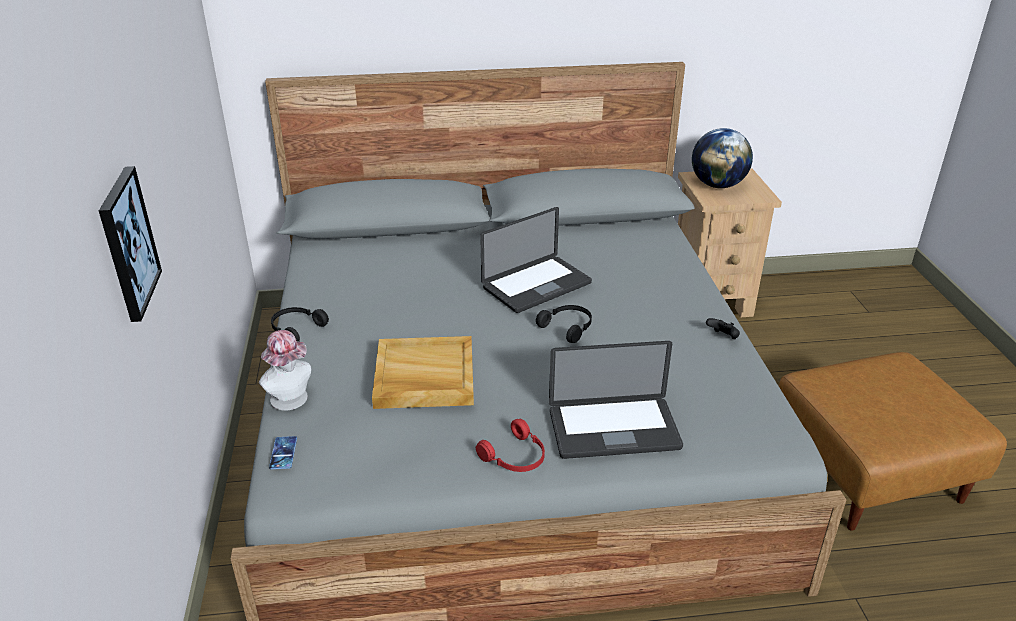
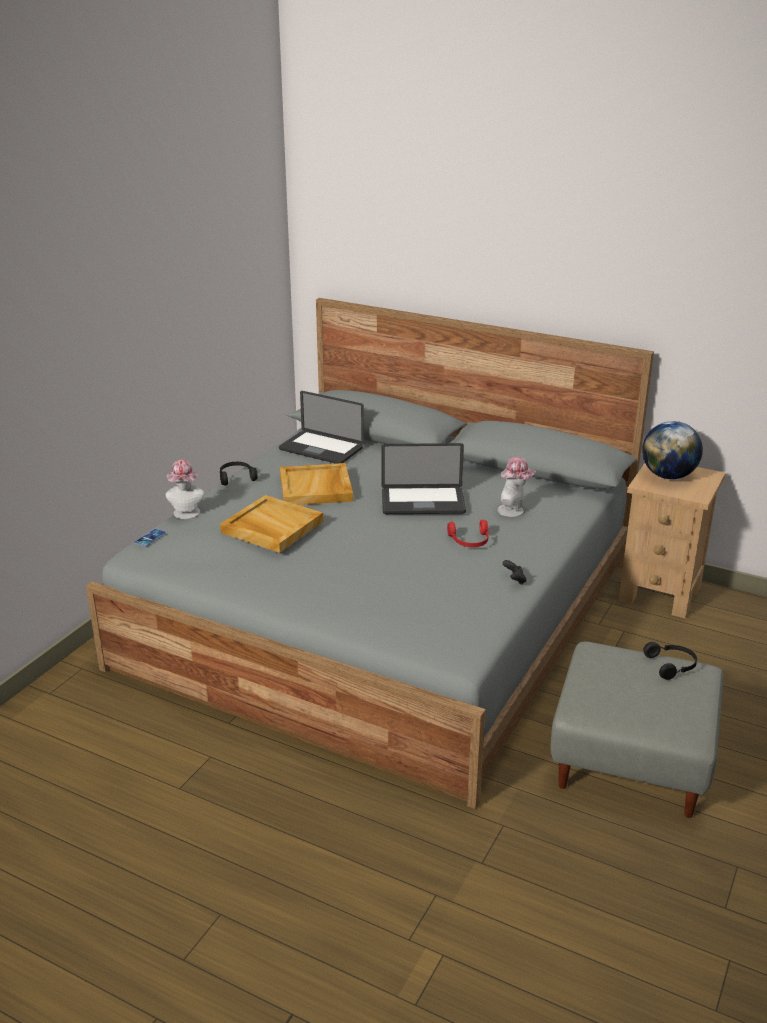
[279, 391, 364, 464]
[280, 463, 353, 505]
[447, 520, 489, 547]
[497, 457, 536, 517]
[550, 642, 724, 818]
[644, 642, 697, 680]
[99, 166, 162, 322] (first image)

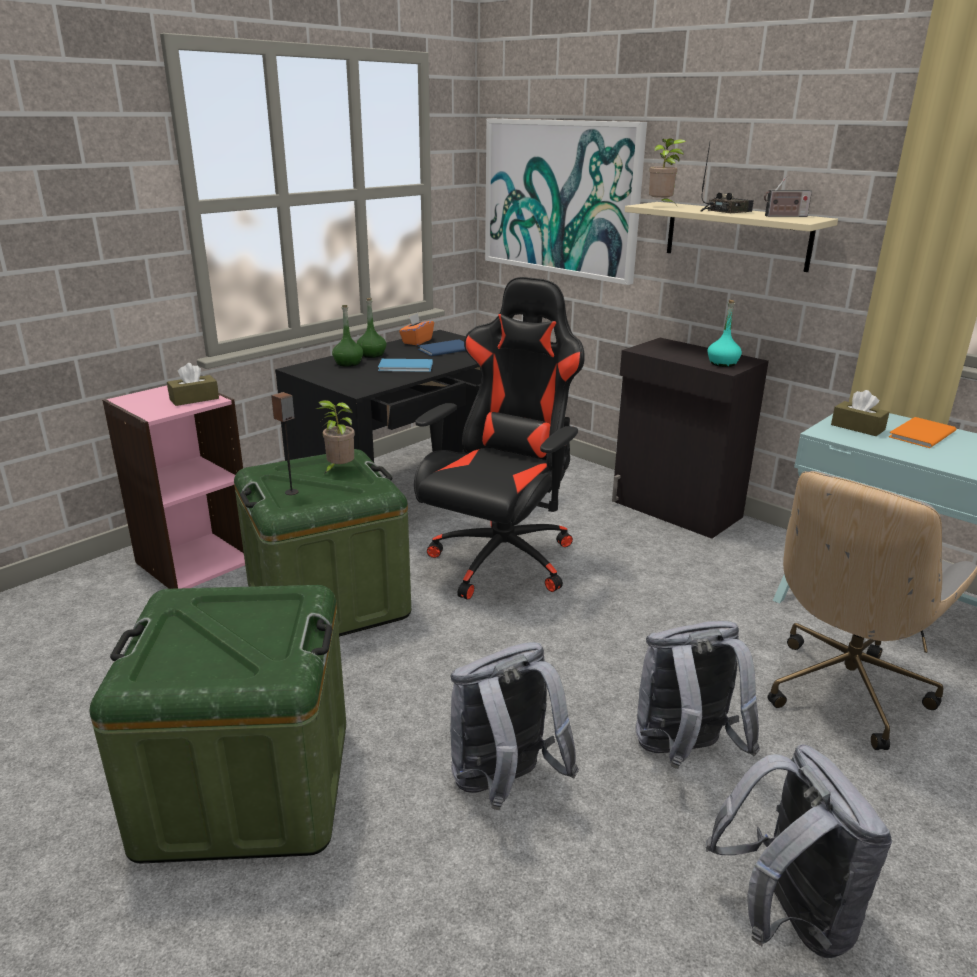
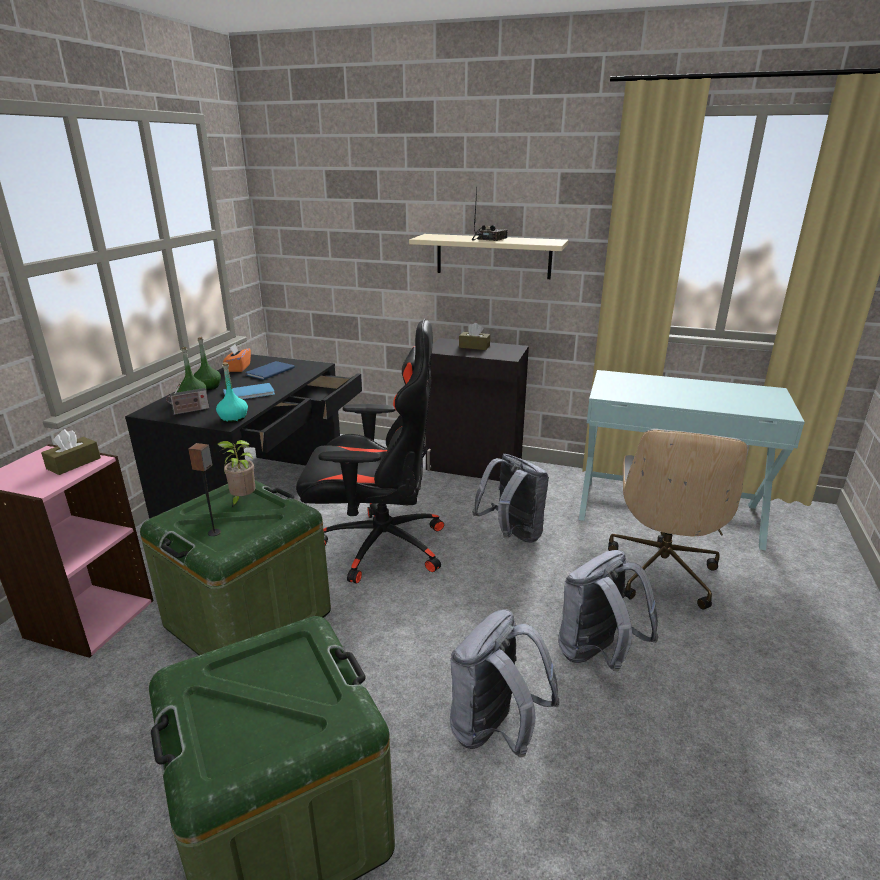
[166, 382, 209, 415]
[216, 362, 248, 423]
[296, 319, 444, 584]
[459, 323, 490, 350]
[472, 454, 549, 543]
[485, 119, 647, 285] (first image)
[649, 138, 686, 206] (first image)
[889, 417, 957, 448] (first image)

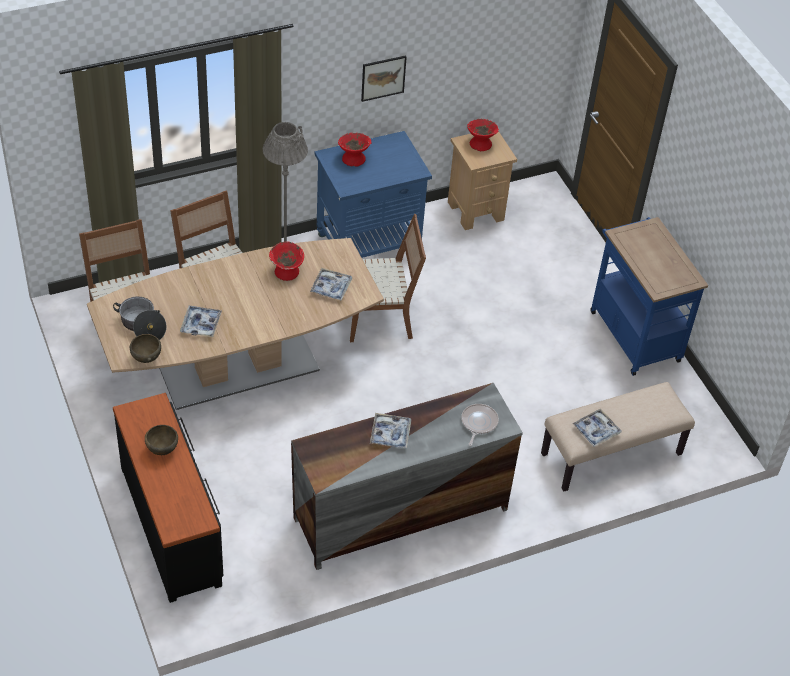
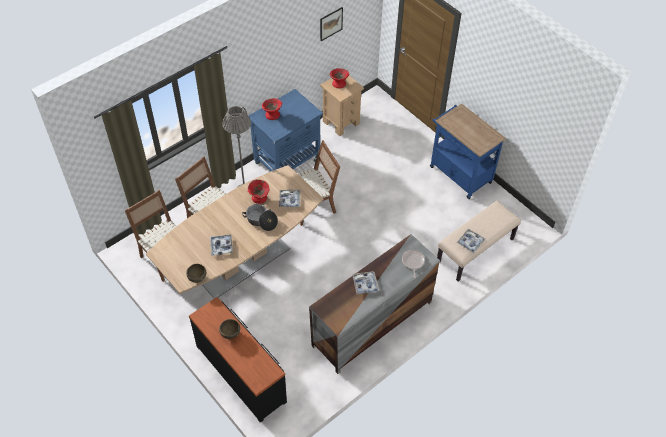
[242, 204, 278, 231]
[320, 7, 343, 41]

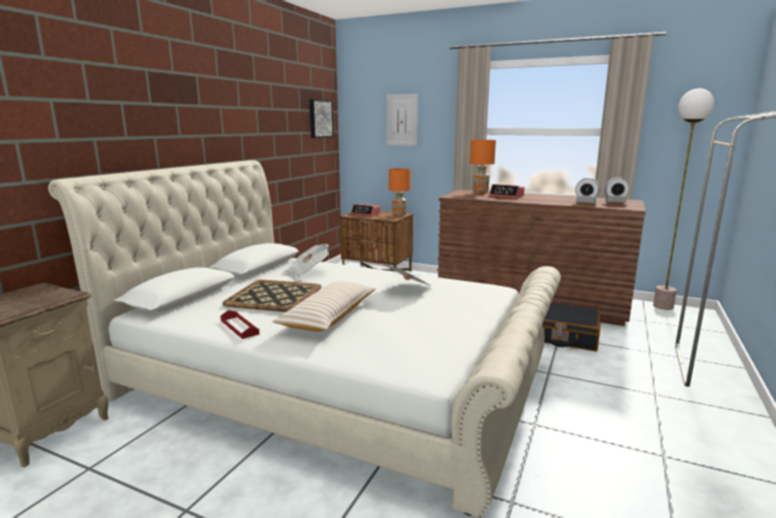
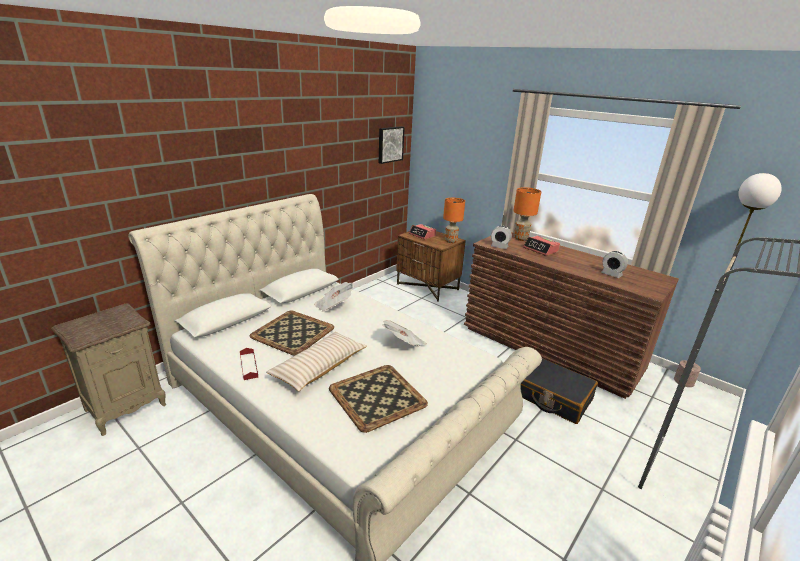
[329, 365, 428, 433]
[491, 226, 512, 249]
[386, 94, 418, 146] (first image)

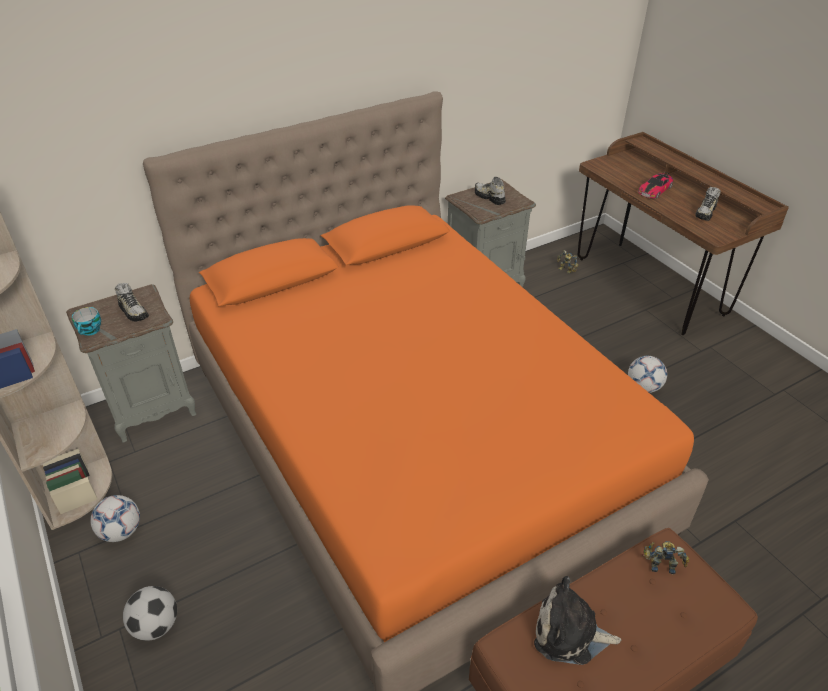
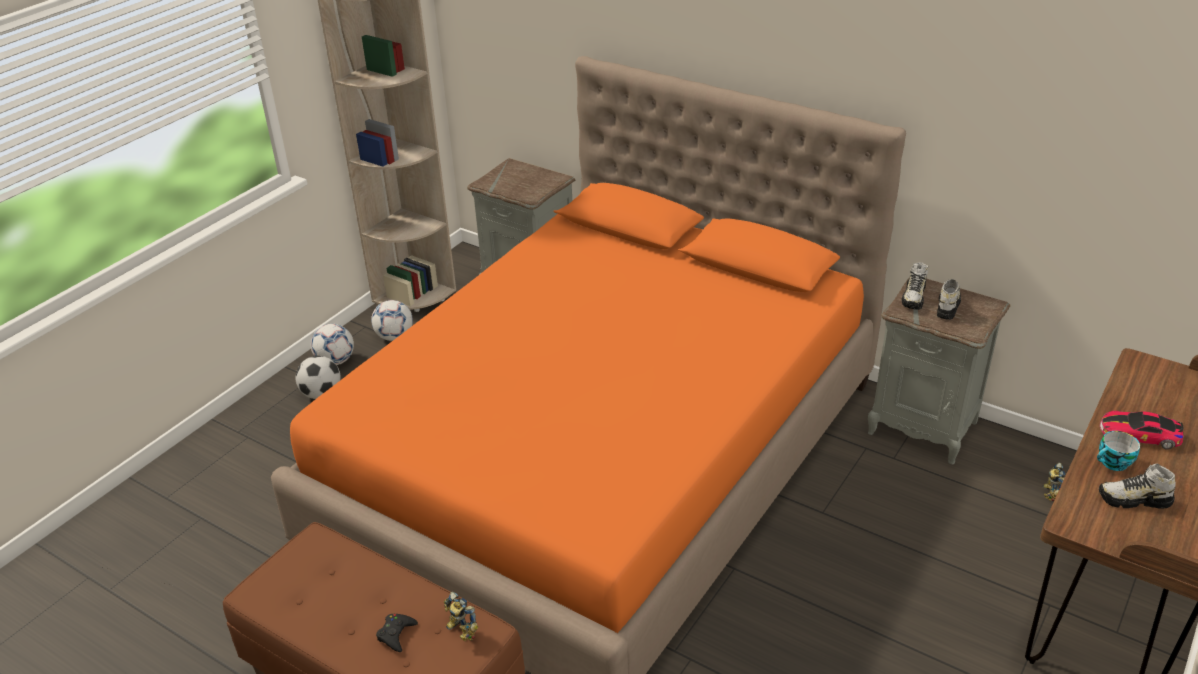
[311, 324, 354, 365]
[376, 614, 418, 652]
[444, 592, 478, 641]
[902, 262, 929, 310]
[1097, 431, 1140, 471]
[534, 576, 621, 665] (first image)

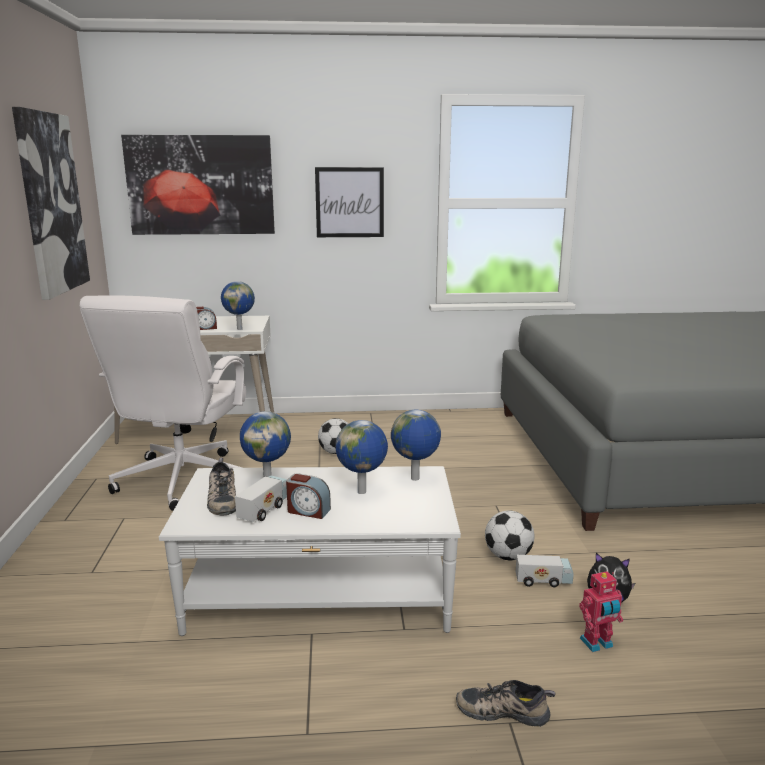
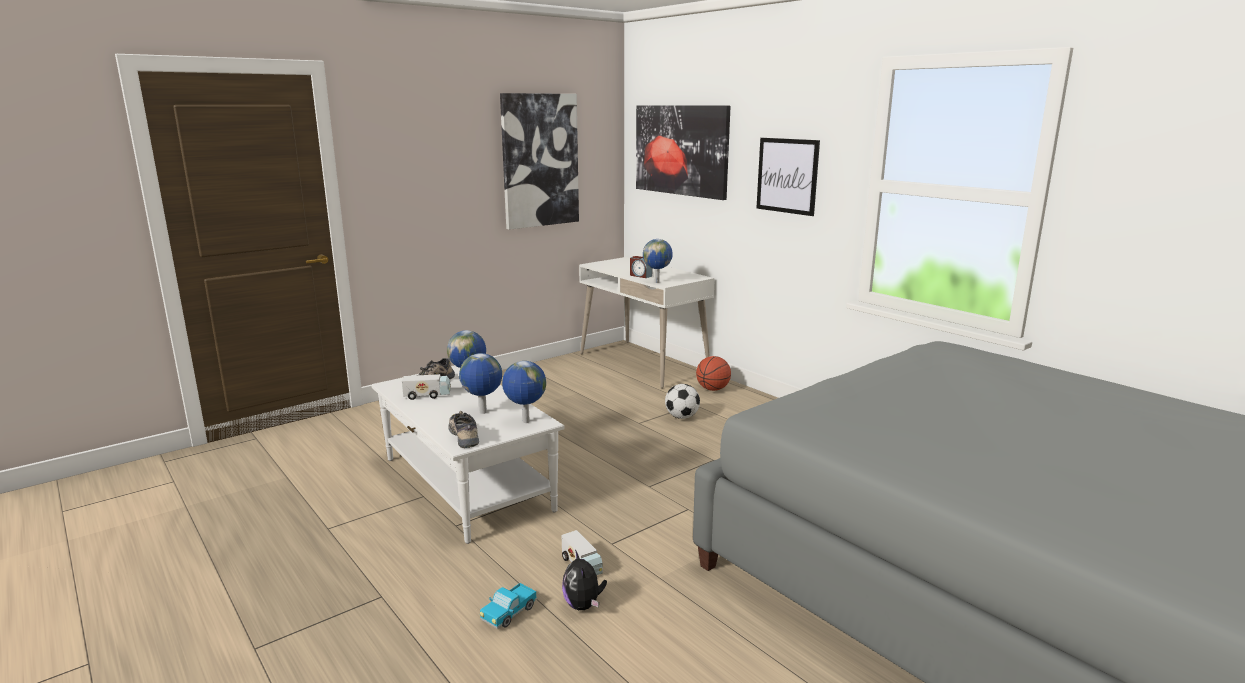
[448, 411, 479, 448]
[480, 583, 537, 629]
[696, 356, 731, 391]
[80, 296, 246, 511] (first image)
[286, 474, 331, 519] (first image)
[485, 511, 534, 561] (first image)

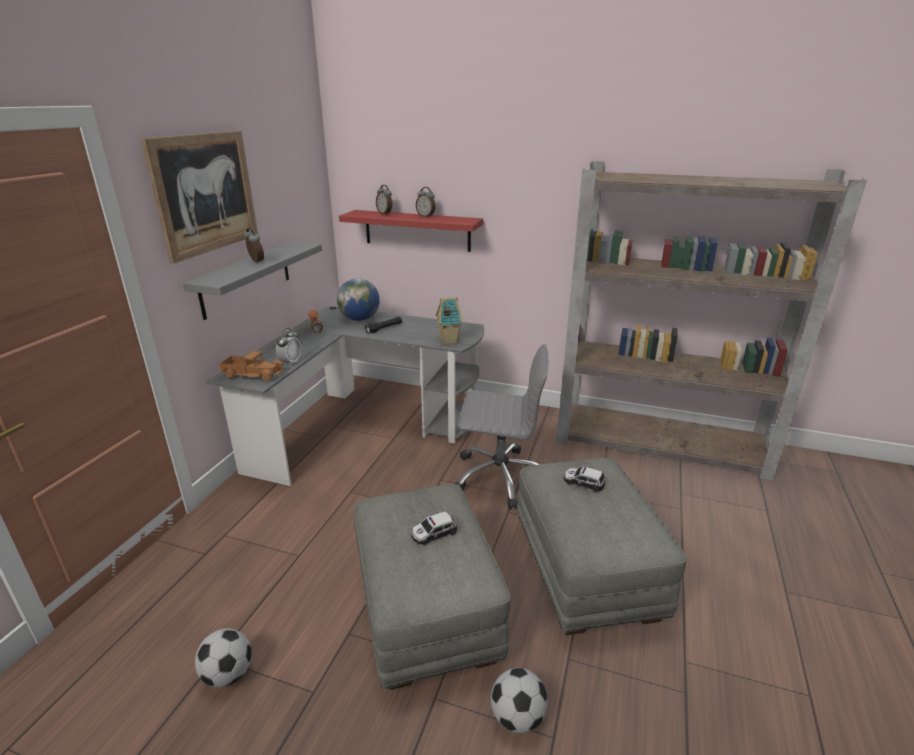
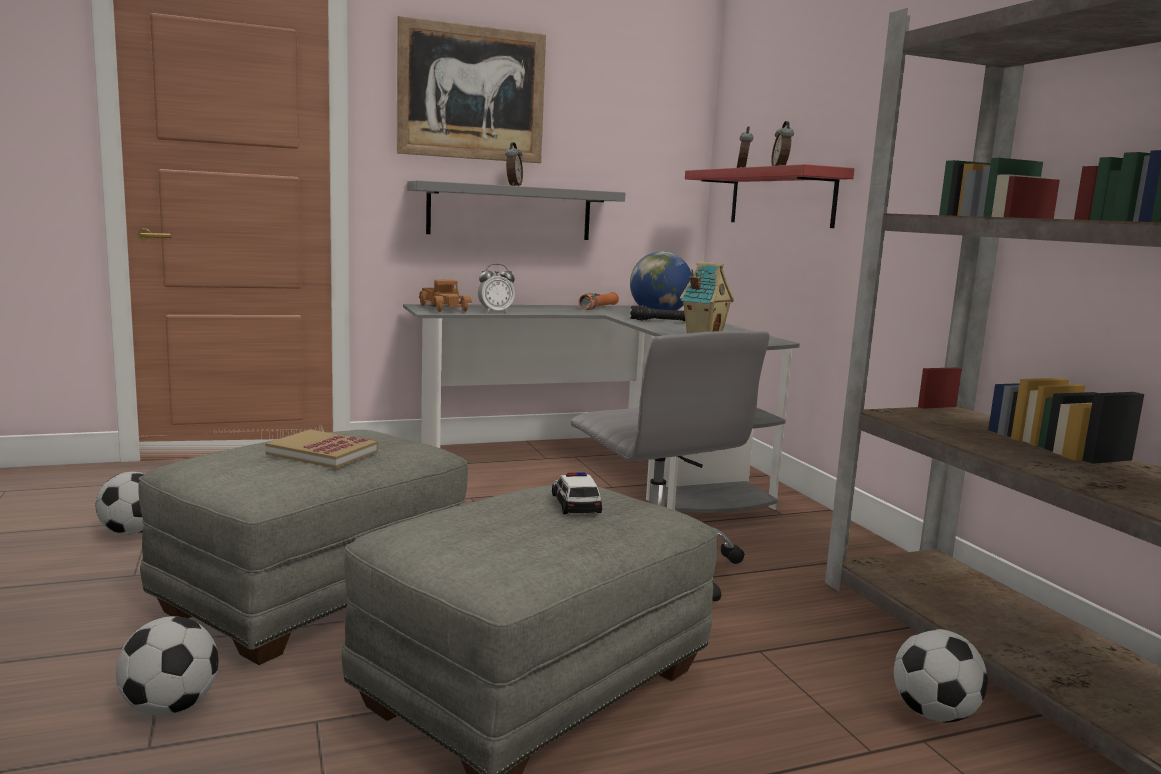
[265, 429, 378, 468]
[894, 629, 988, 723]

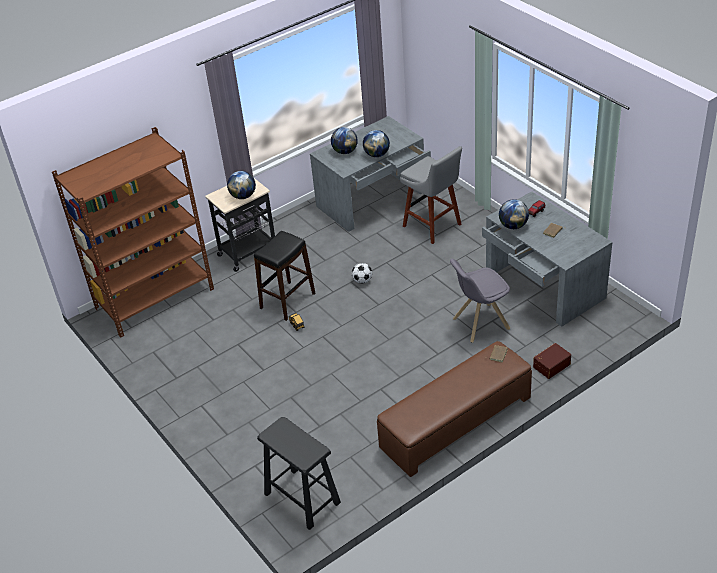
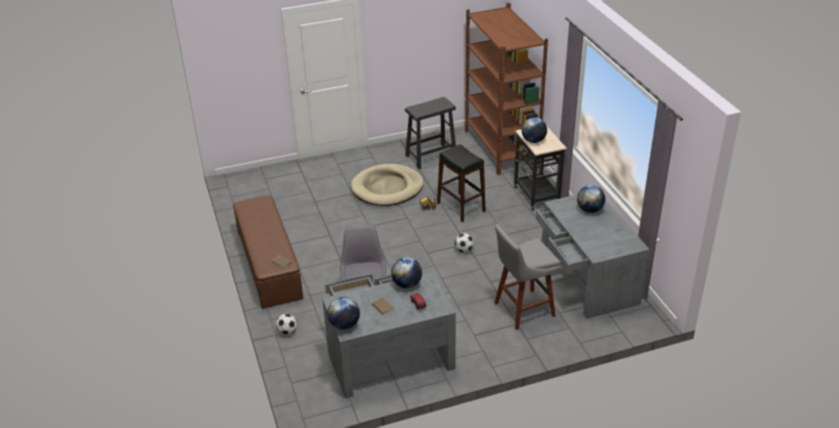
[276, 314, 297, 335]
[327, 297, 360, 330]
[351, 164, 424, 206]
[405, 97, 456, 169]

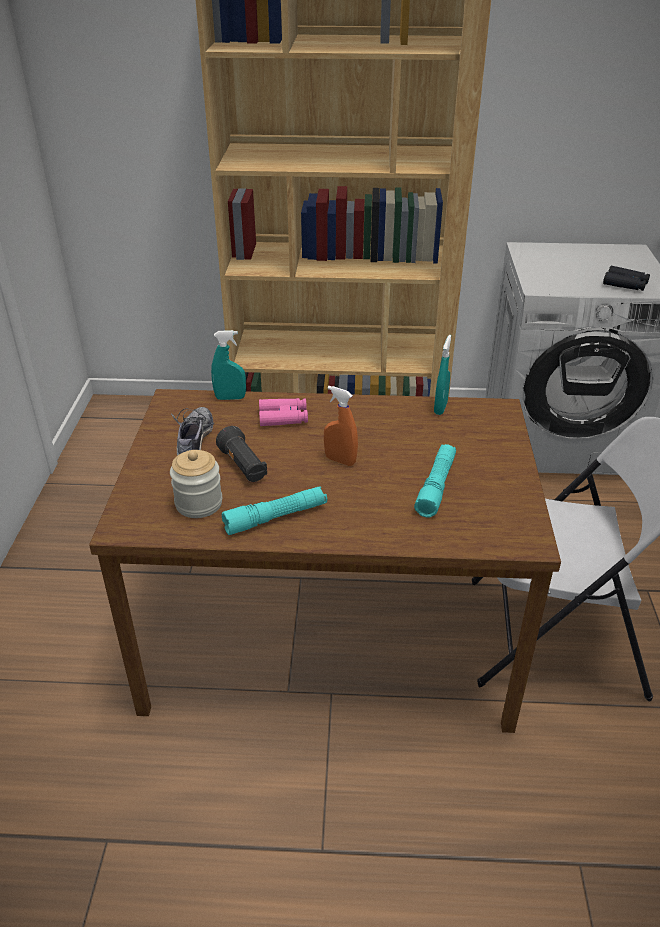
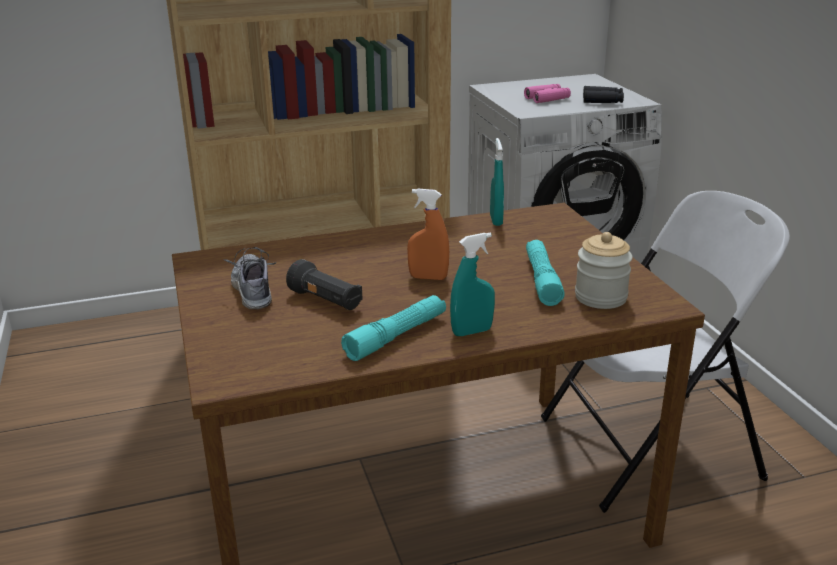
[450, 233, 495, 336]
[524, 84, 571, 103]
[575, 232, 632, 309]

